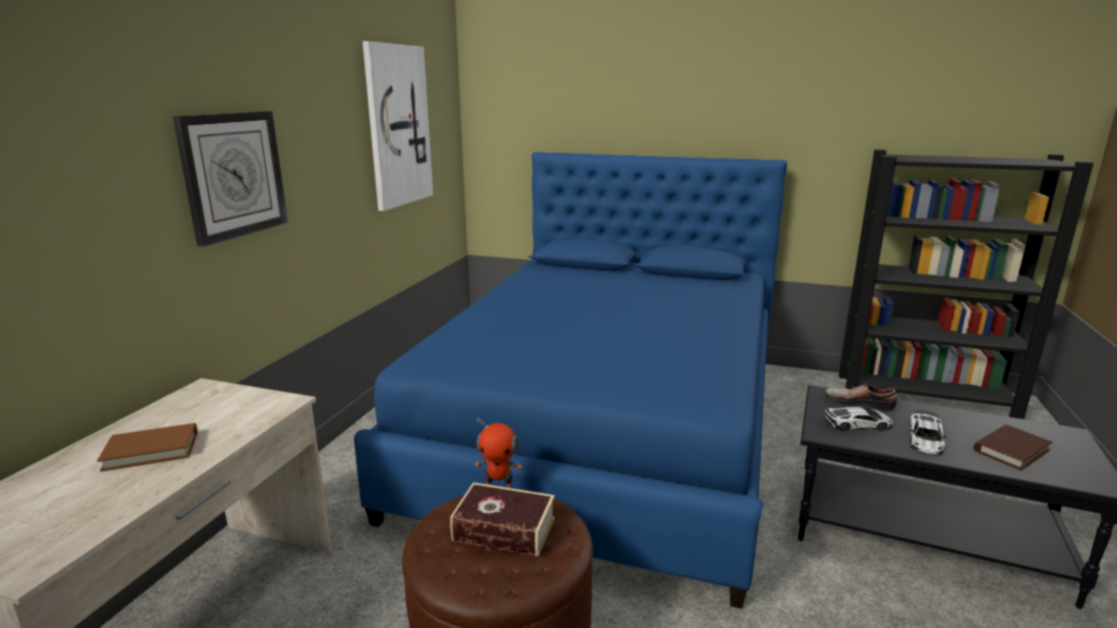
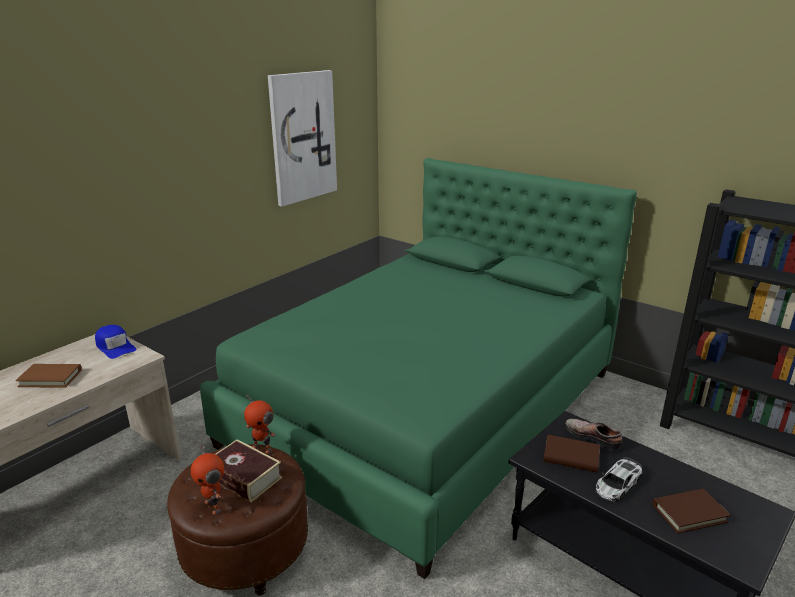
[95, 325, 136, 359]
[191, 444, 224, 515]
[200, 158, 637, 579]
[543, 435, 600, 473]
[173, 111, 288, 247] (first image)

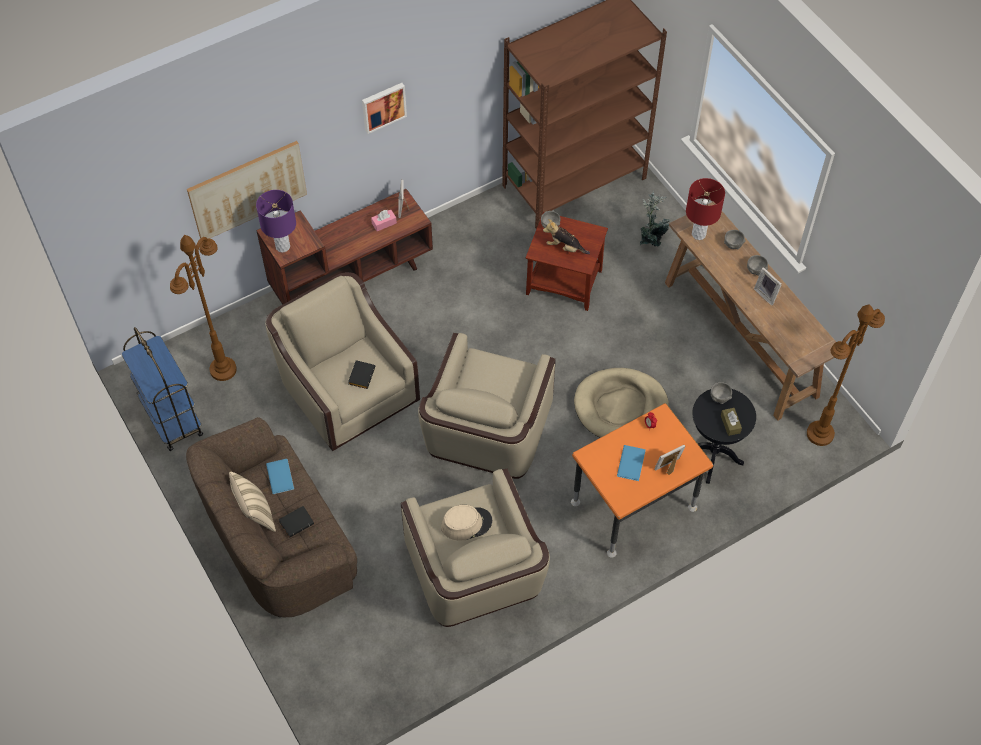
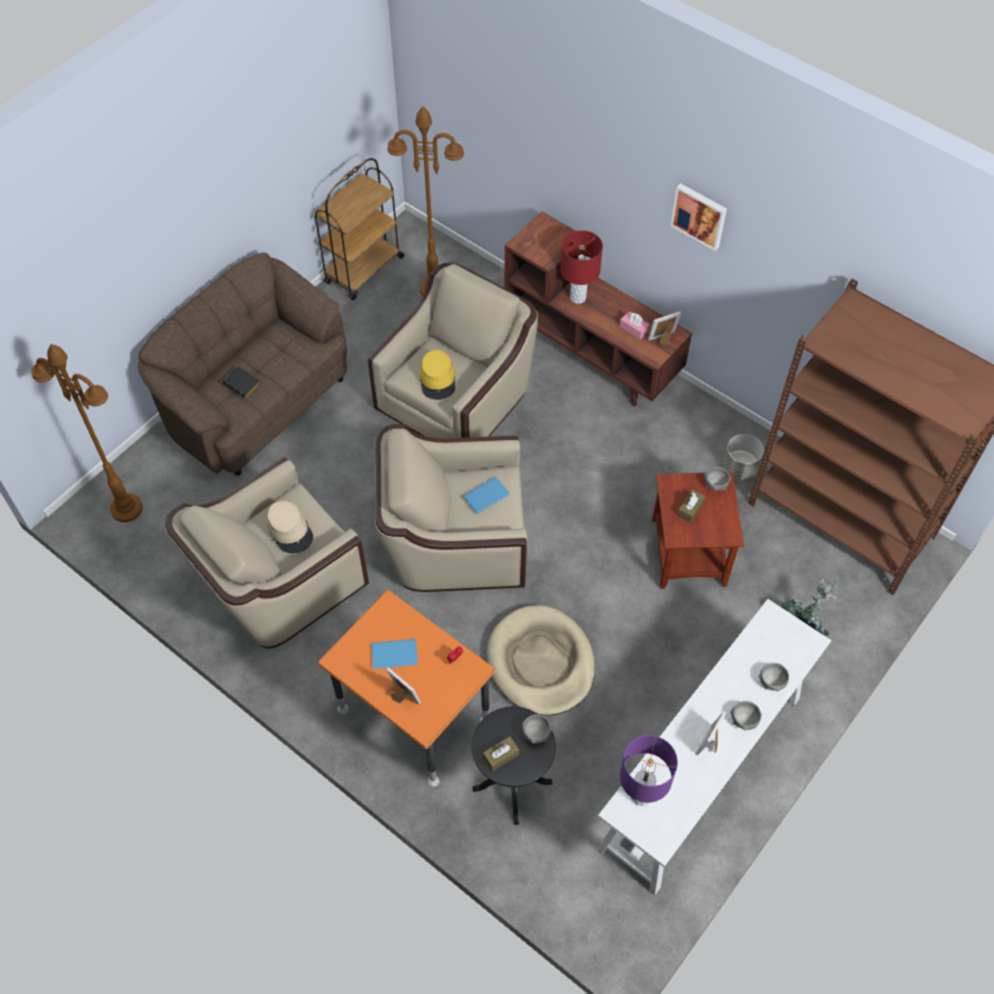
[32, 344, 143, 522]
[315, 158, 404, 300]
[419, 350, 456, 400]
[463, 477, 509, 514]
[561, 230, 603, 304]
[597, 599, 831, 895]
[620, 735, 678, 806]
[677, 489, 706, 523]
[723, 434, 764, 480]
[187, 141, 307, 239] (first image)
[229, 472, 276, 532] (first image)

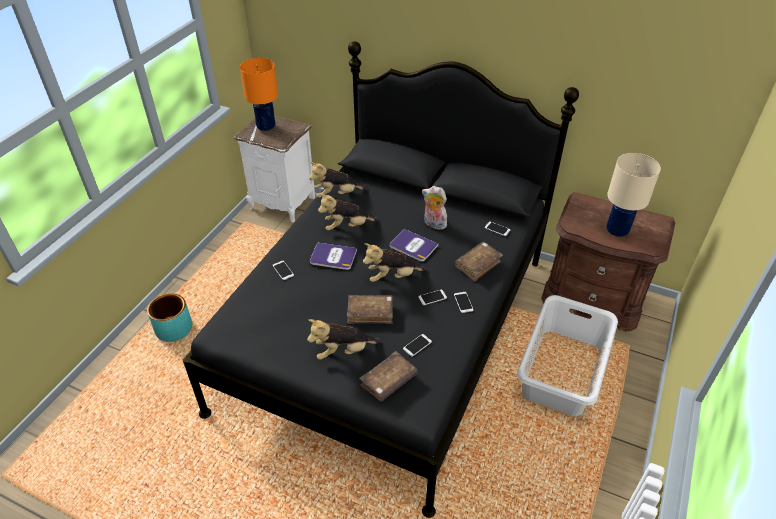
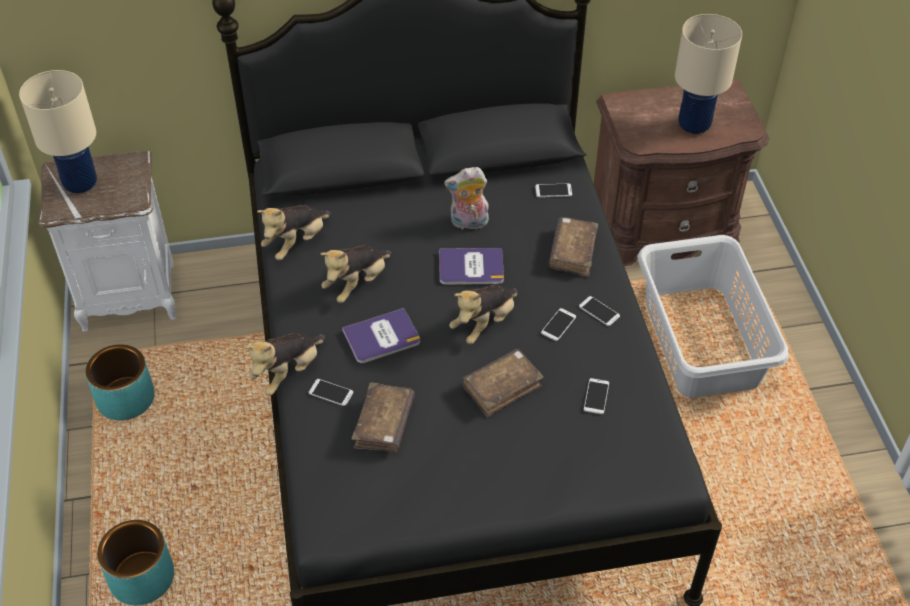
[19, 70, 97, 193]
[85, 344, 155, 420]
[244, 333, 325, 396]
[352, 383, 415, 452]

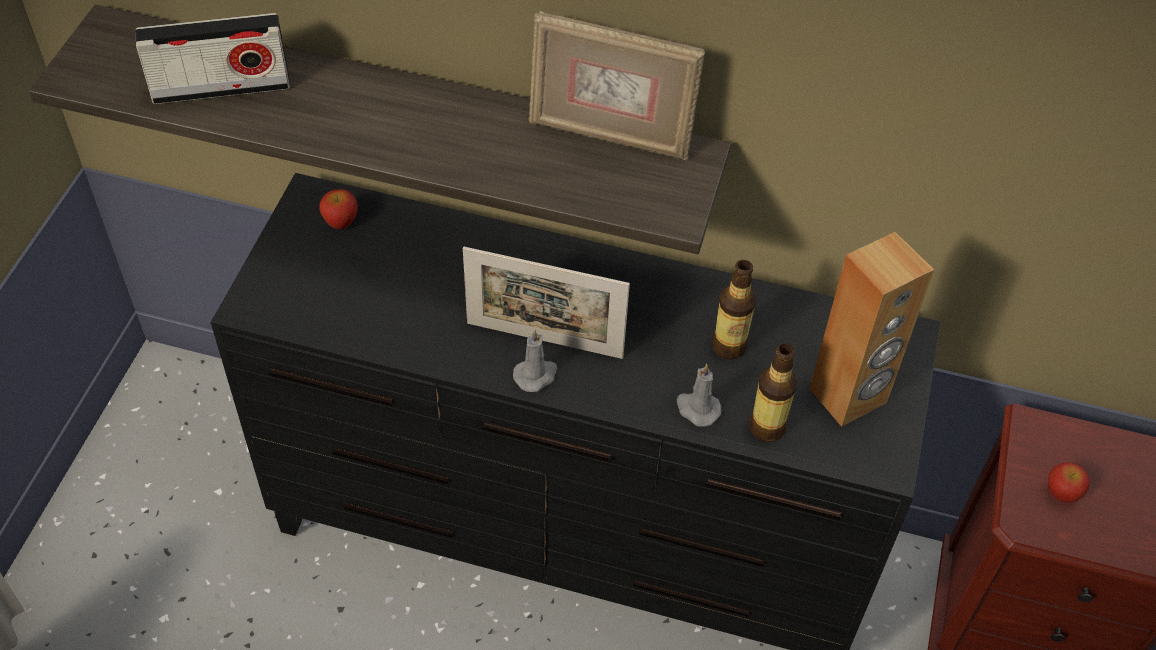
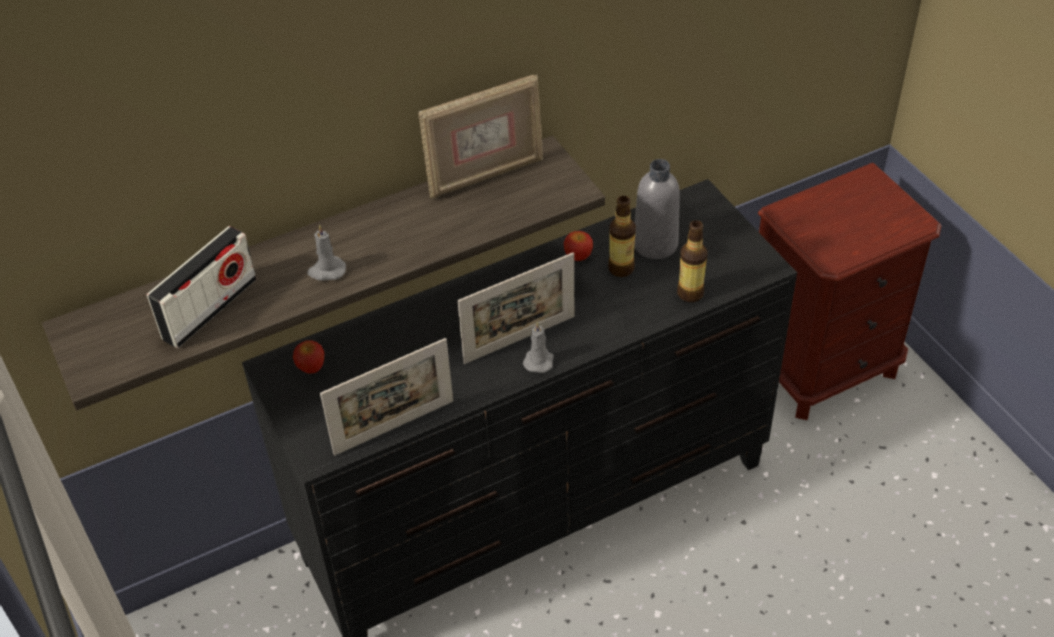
[307, 224, 346, 281]
[320, 338, 453, 456]
[564, 231, 593, 261]
[634, 159, 680, 259]
[809, 232, 934, 427] (first image)

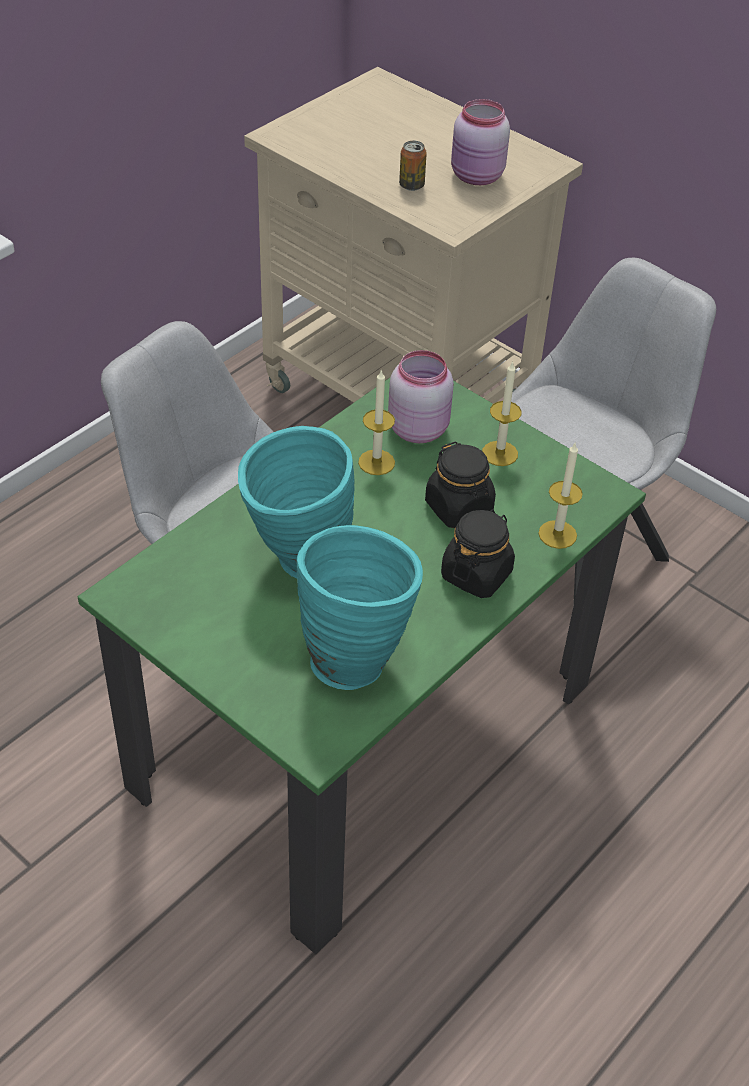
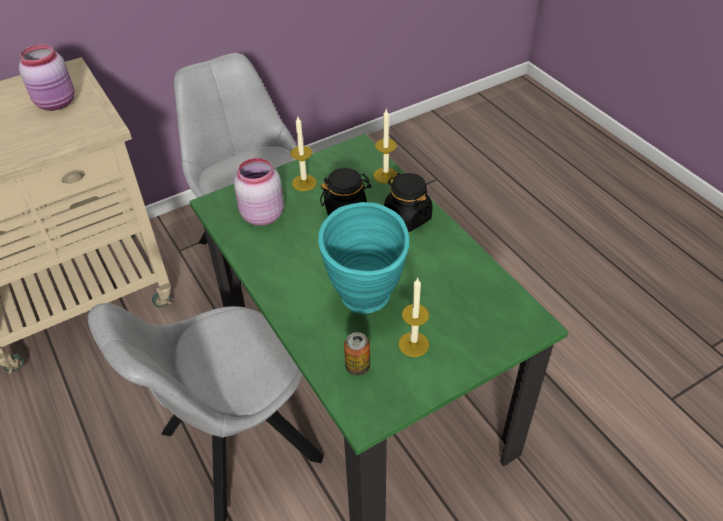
[344, 332, 370, 376]
[399, 277, 429, 357]
[296, 525, 423, 690] (first image)

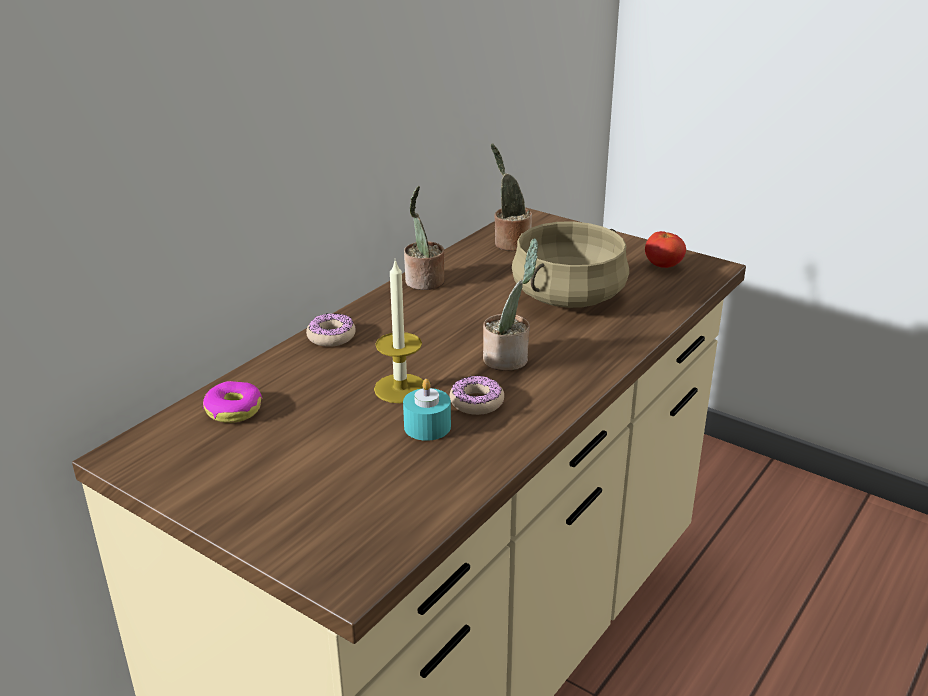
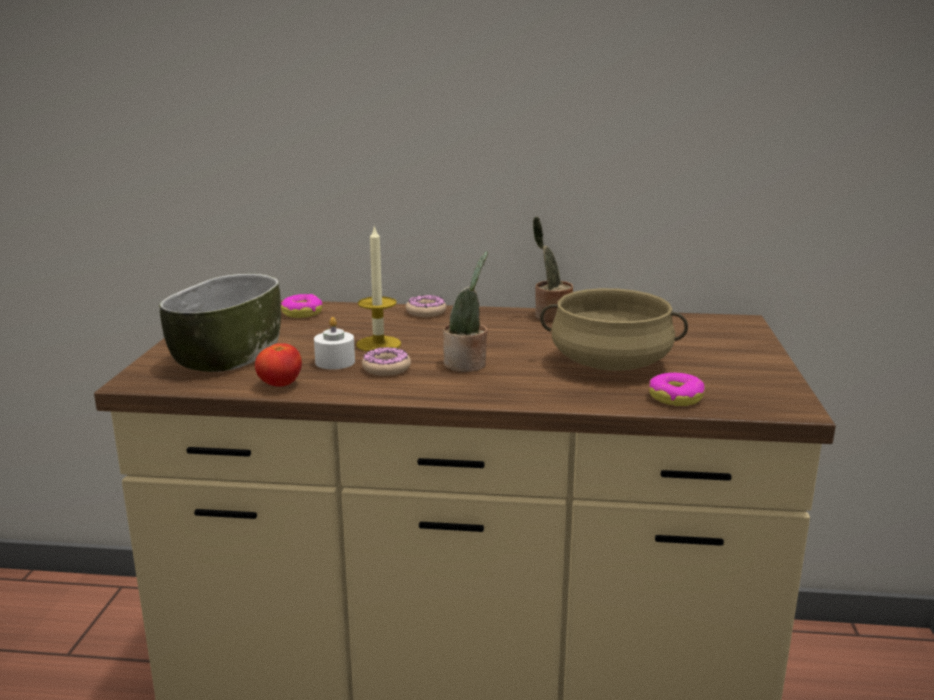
[159, 274, 281, 372]
[255, 343, 302, 387]
[314, 317, 355, 369]
[649, 373, 705, 406]
[491, 144, 532, 251] (first image)

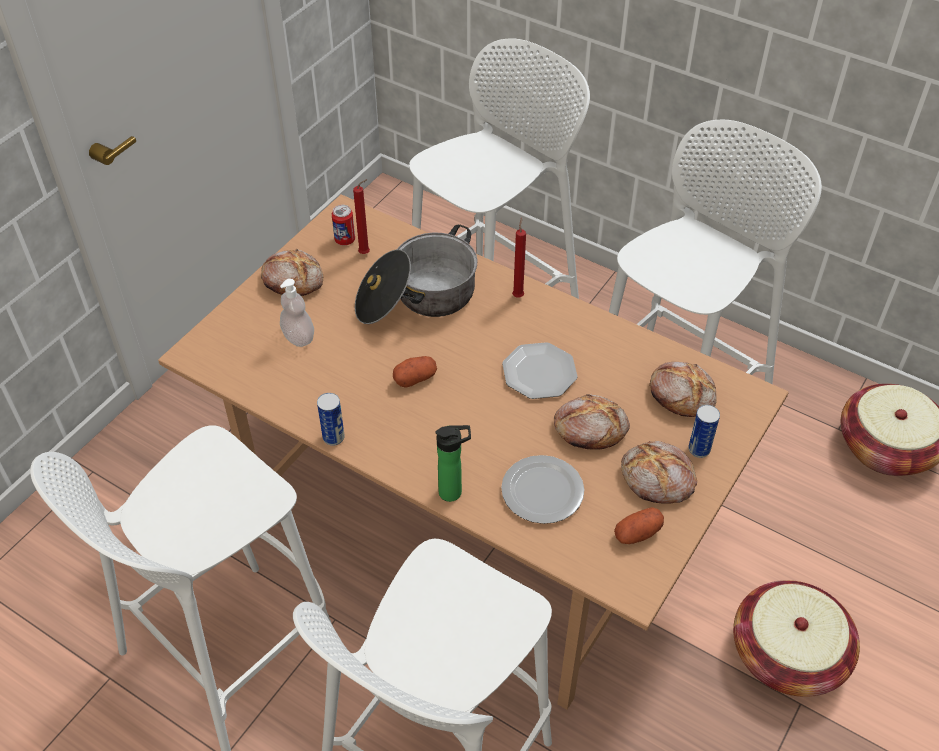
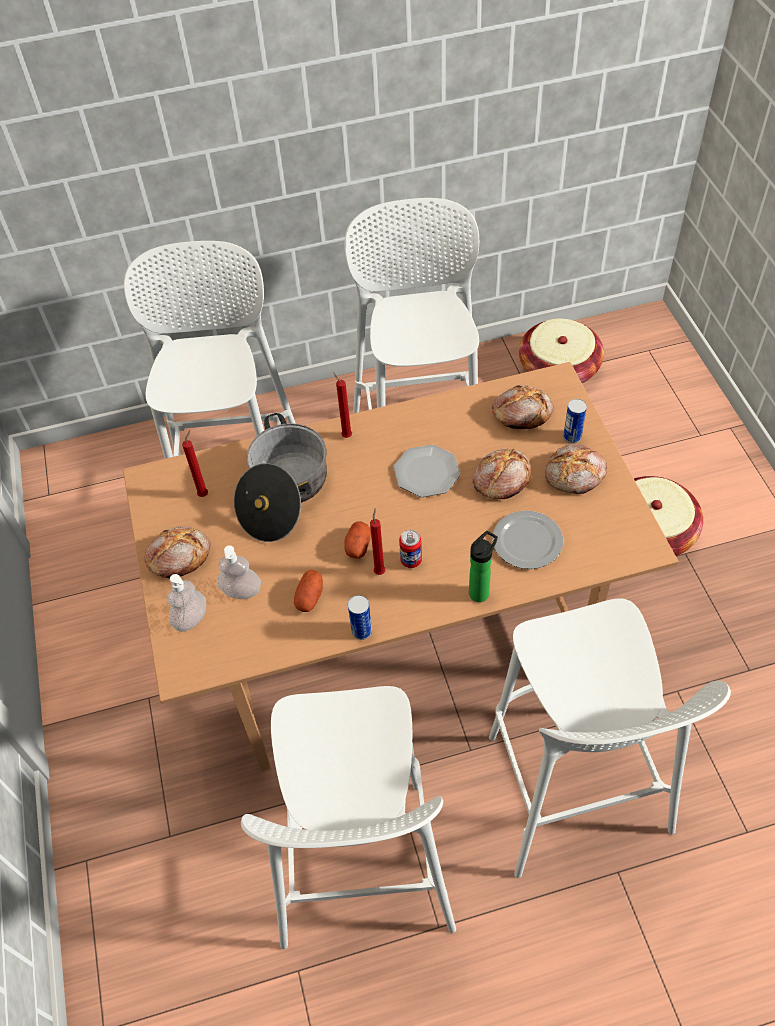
[167, 574, 206, 632]
[294, 570, 323, 612]
[370, 508, 385, 575]
[399, 530, 422, 568]

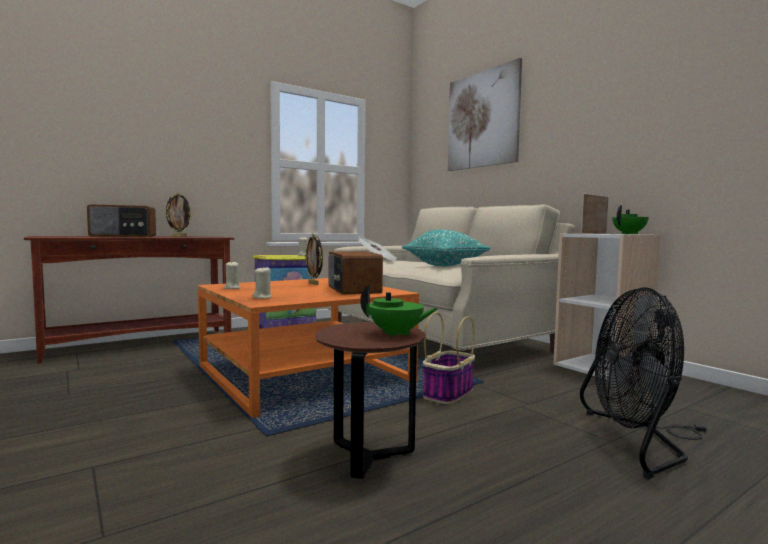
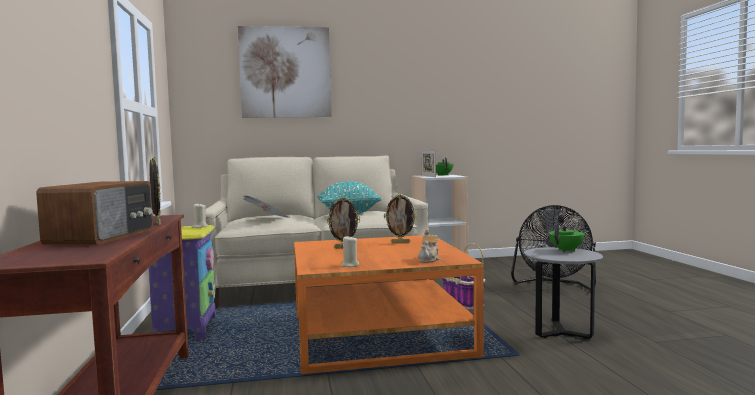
[384, 194, 417, 243]
[418, 230, 440, 263]
[524, 247, 603, 339]

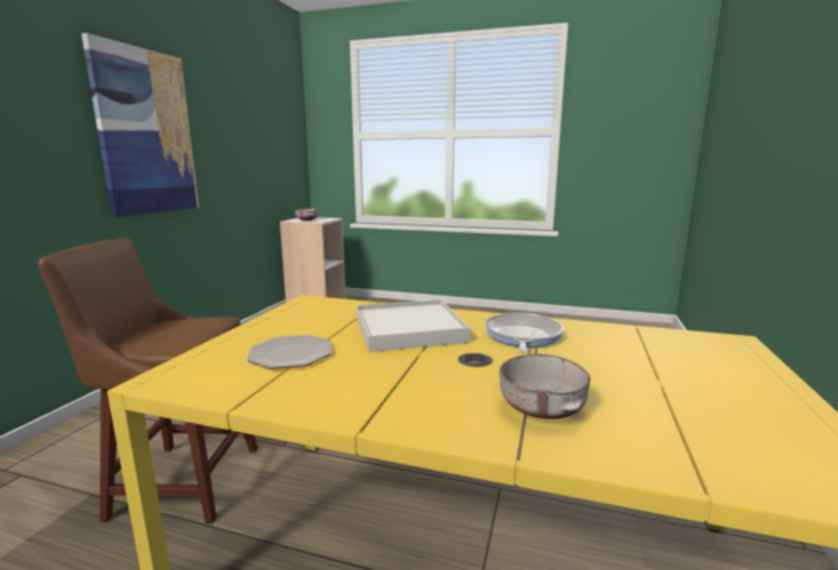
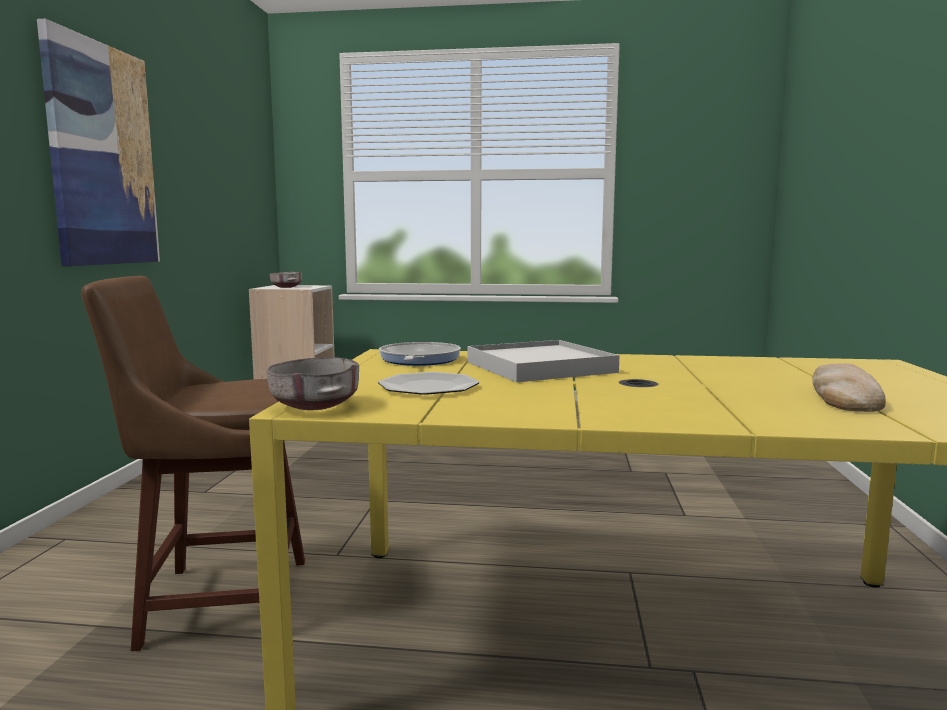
[266, 357, 359, 410]
[379, 342, 461, 366]
[812, 363, 886, 412]

